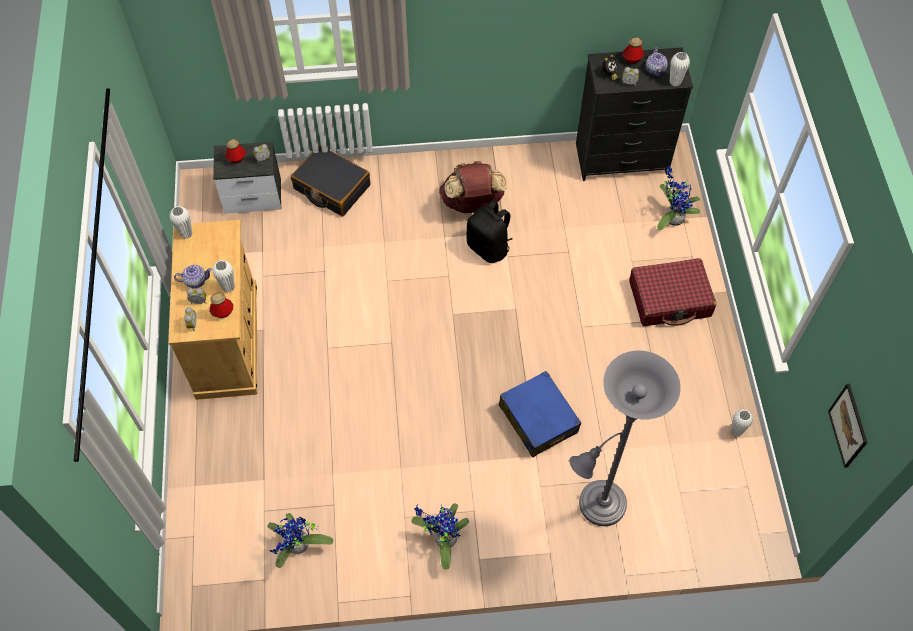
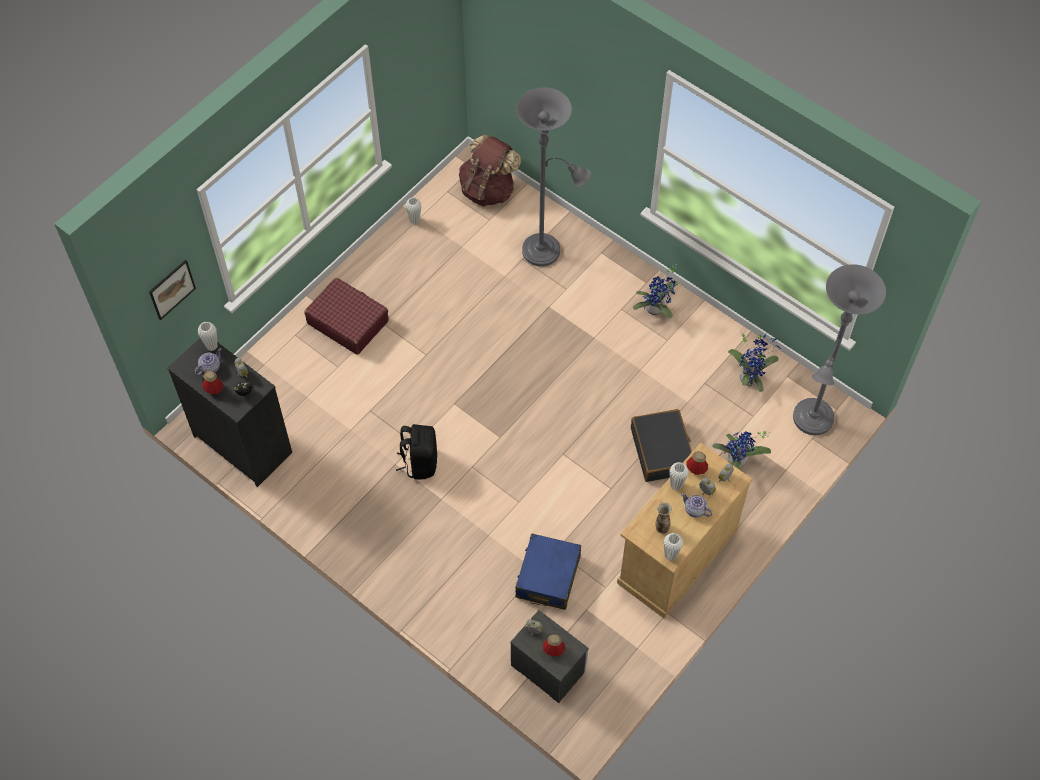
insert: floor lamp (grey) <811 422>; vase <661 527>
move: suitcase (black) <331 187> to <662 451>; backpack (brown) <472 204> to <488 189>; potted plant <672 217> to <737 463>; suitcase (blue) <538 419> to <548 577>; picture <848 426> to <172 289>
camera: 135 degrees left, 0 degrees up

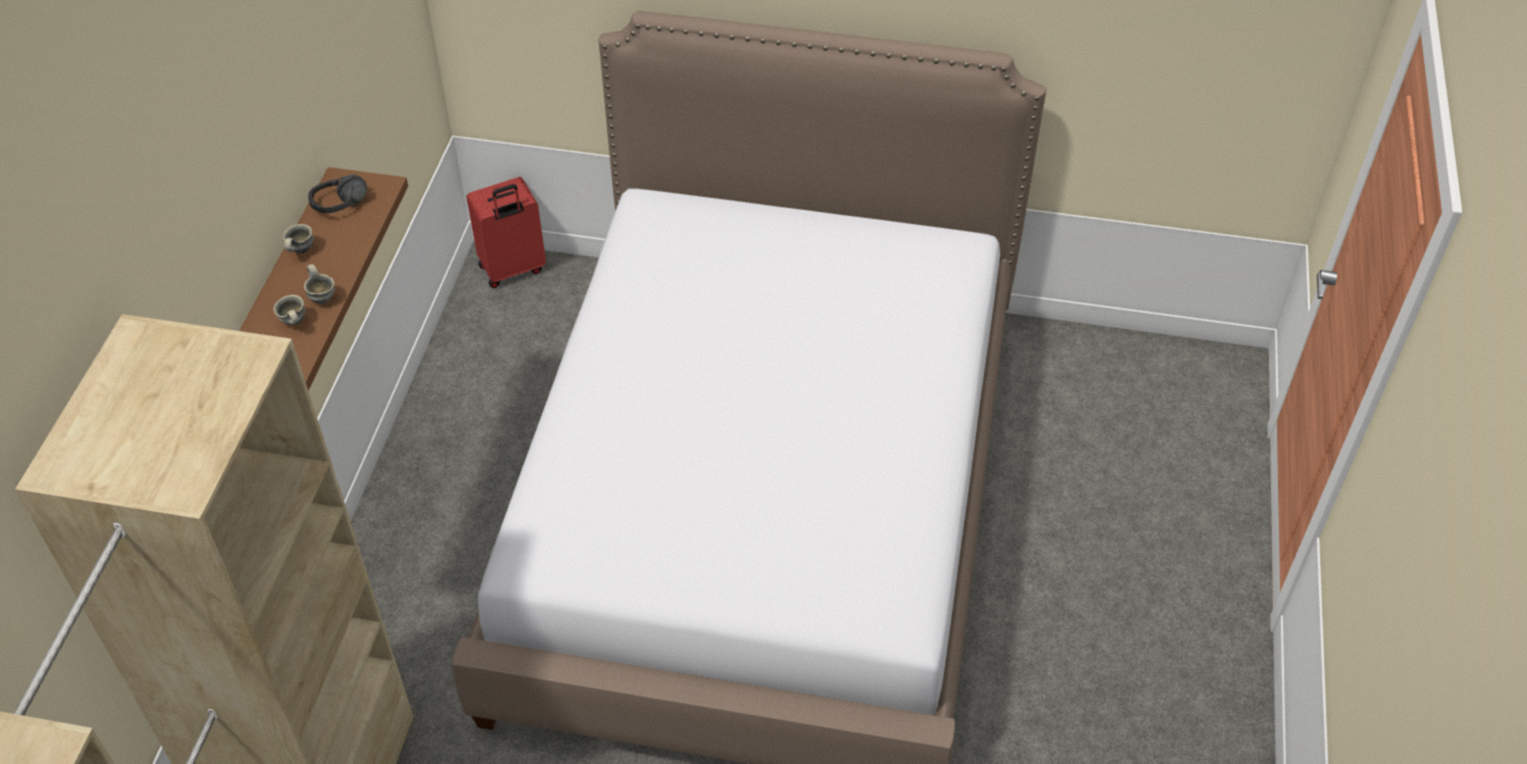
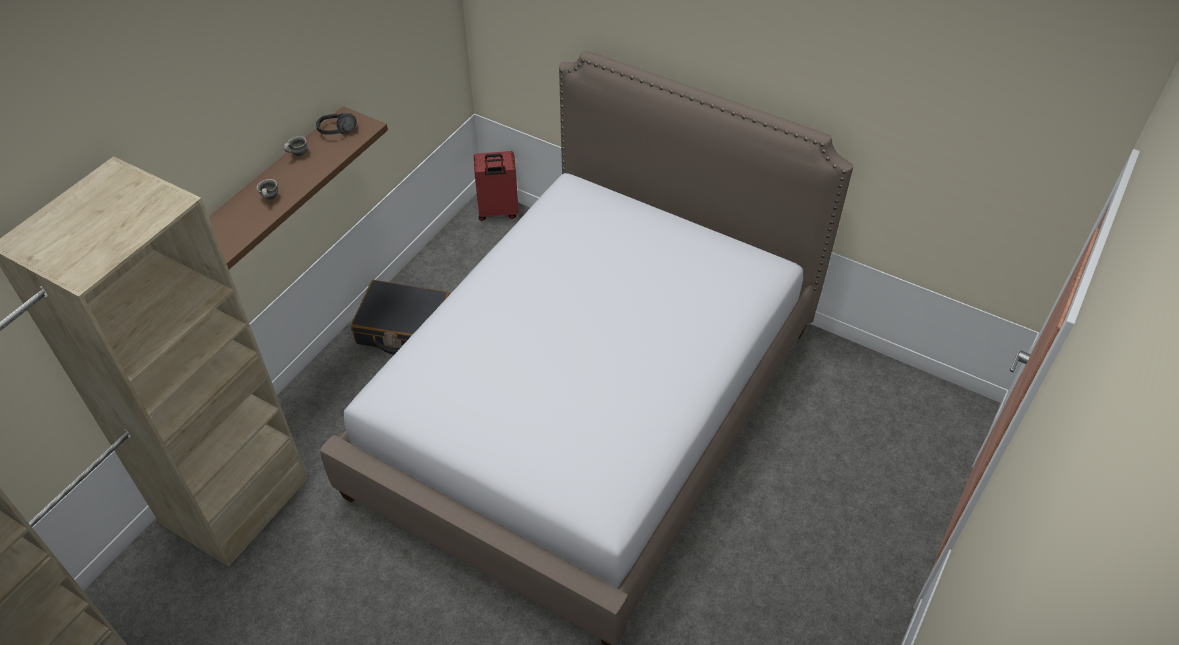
delete: mug (grey) <323 297>
insert: suitcase (black) <404 328>
camera: 20 degrees right, 0 degrees up

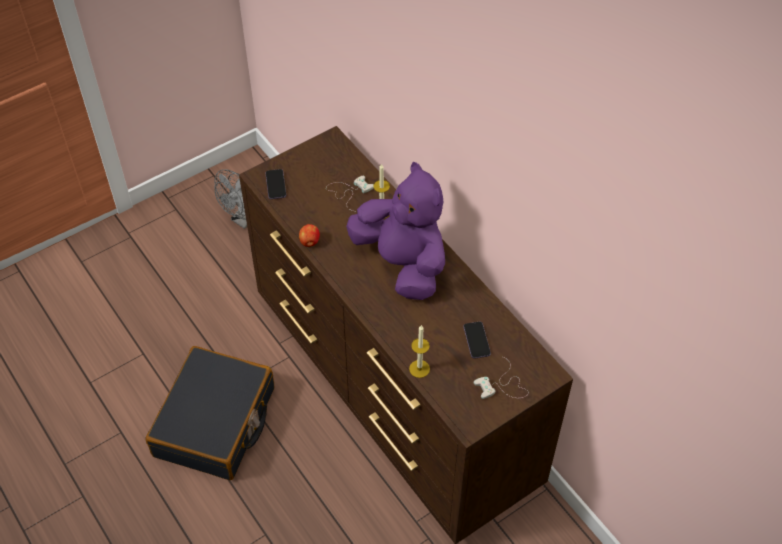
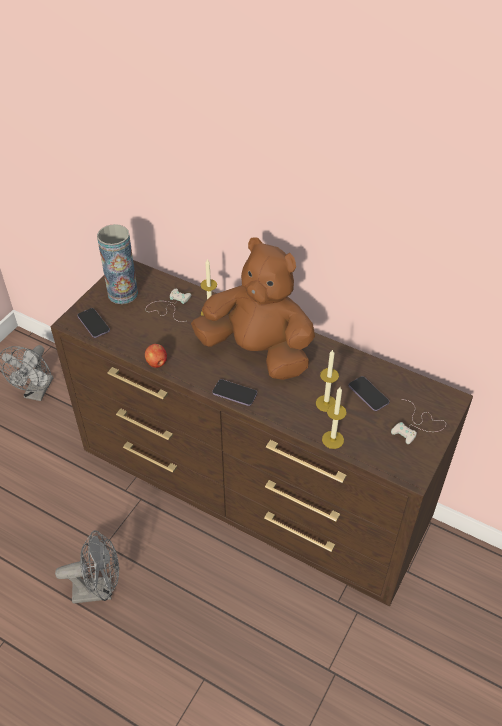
insert: vase <123 293>; candle <326 403>; phone <234 393>
replace: suitcase (black) <215 422> to fan (grey) <99 590>
recolor: plush toy (purple) <402 263> to plush toy (brown) <257 351>
camera: 25 degrees left, 5 degrees down

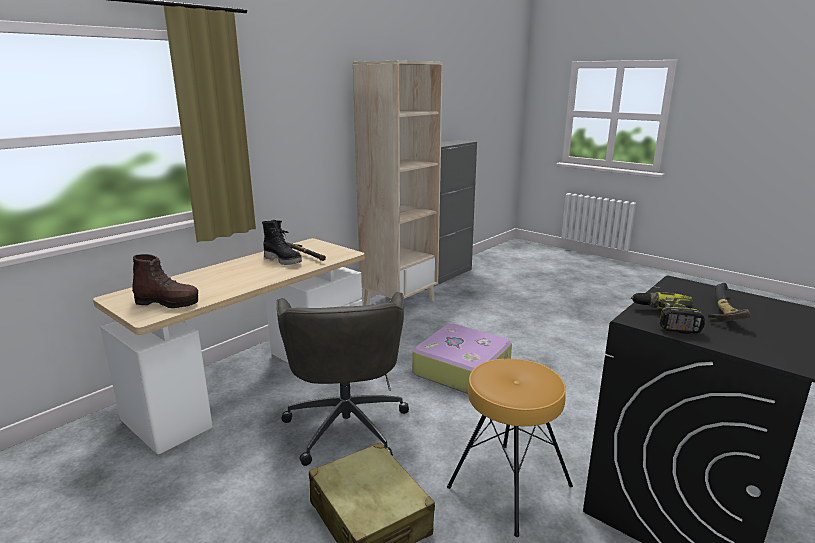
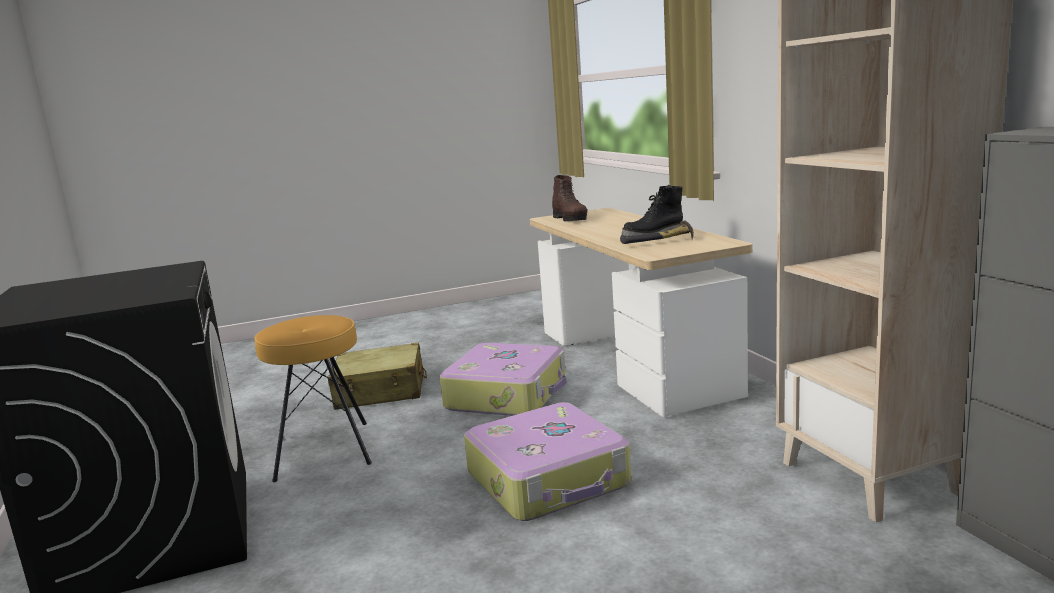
delete: hammer <721 311>; power drill <665 319>
replace: office chair (grey) <346 424> to suitcase <508 395>
rotate: boot (brown) <168 302> = <570 219> 60 degrees counterclockwise
camera: 120 degrees right, 5 degrees down

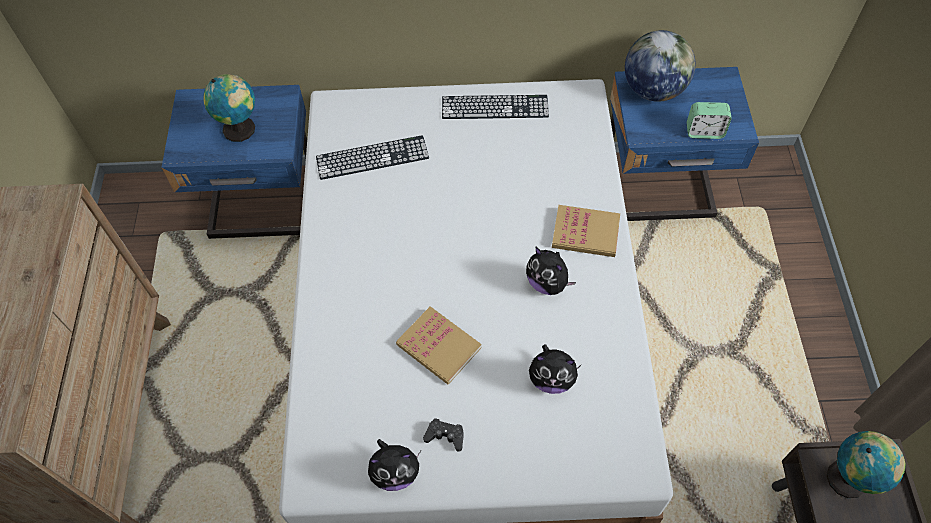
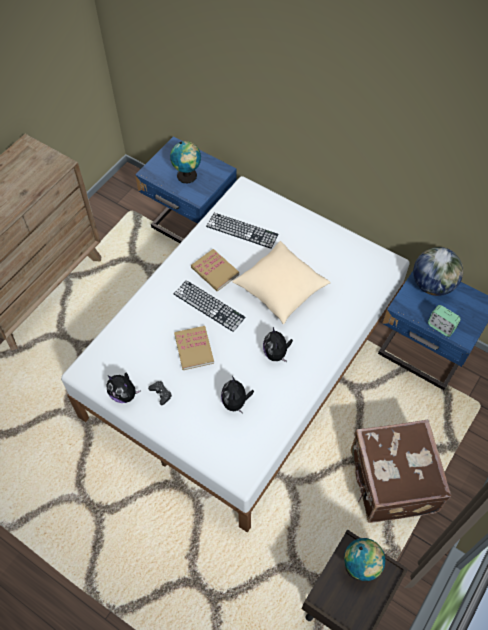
insert: pillow (beige) <280 290>; suitcase (brown) <391 482>
move: keyboard <495 107> to <209 305>; book <585 233> to <215 271>
rotate: plush toy <551 379> = <235 402> 45 degrees clockwise
camera: 35 degrees right, 0 degrees up

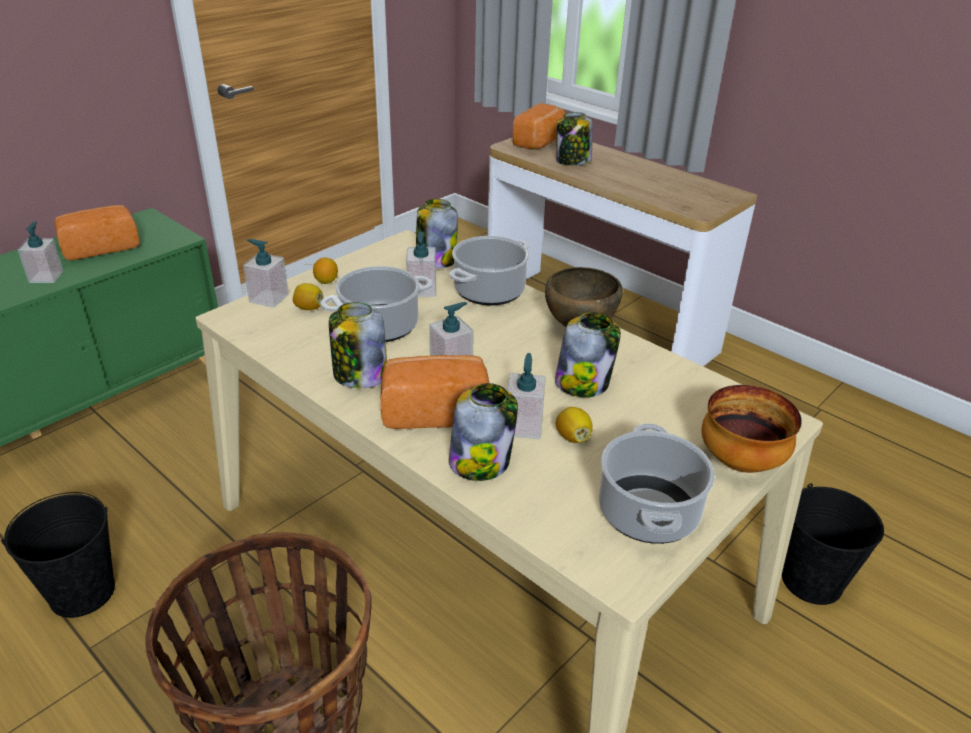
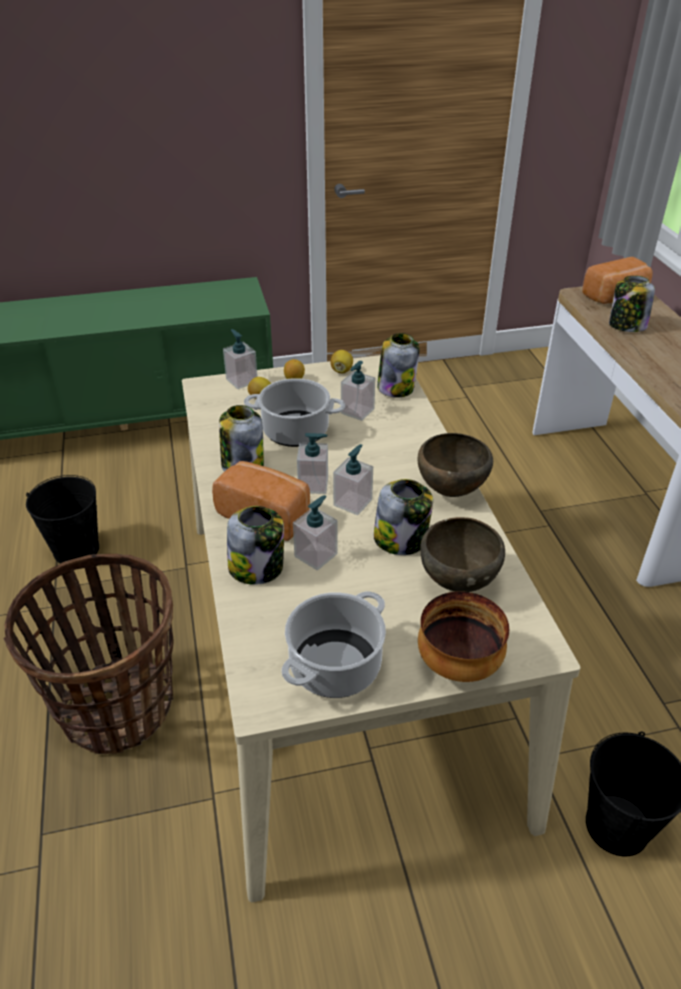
delete: bread <100 247>; cooking pot <489 291>
insert: bowl (brown) <458 582>
move: soap dispenser <46 277> to <353 502>; lemon <573 437> to <341 370>
camera: 35 degrees right, 5 degrees up

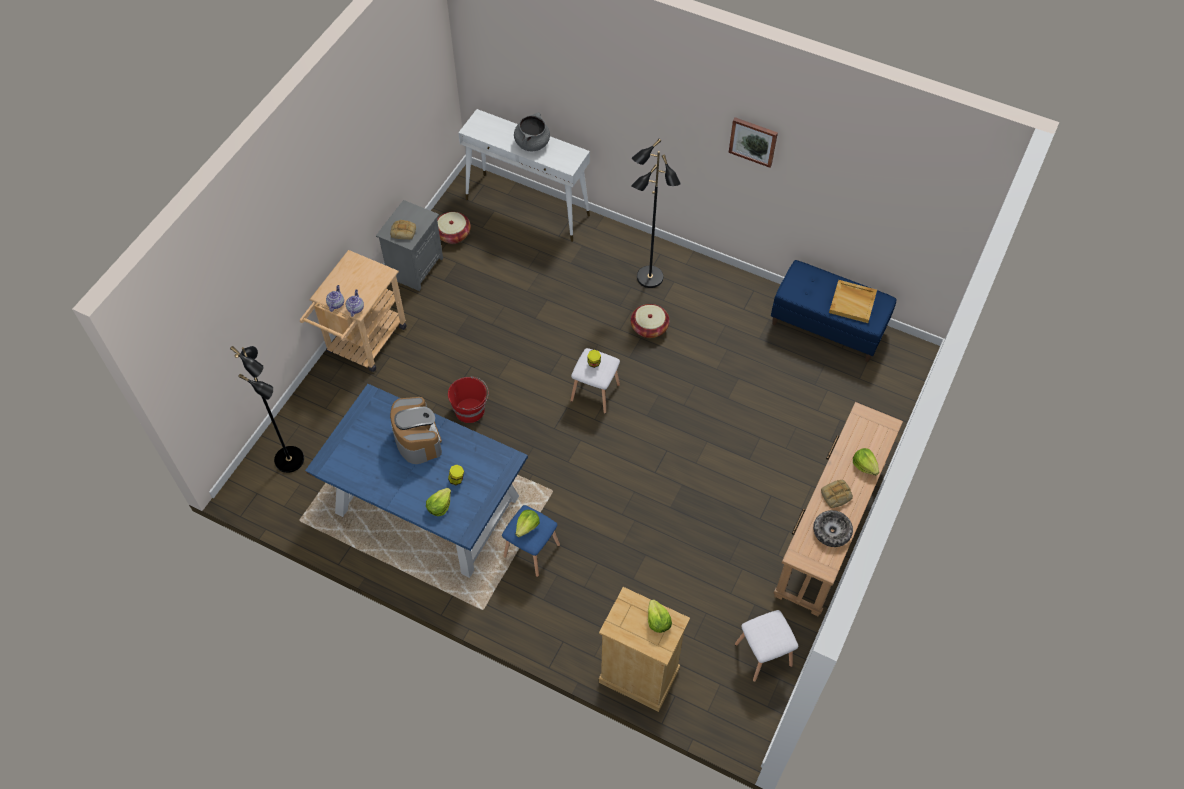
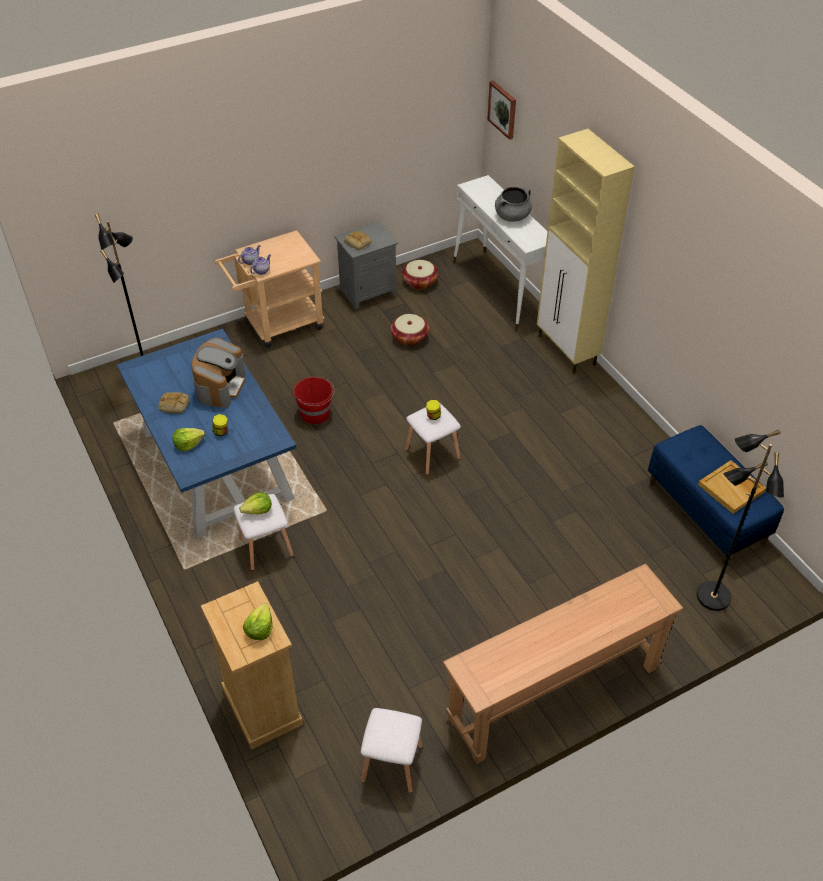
delete: lettuce <864 465>; bowl <831 531>
insert: cabinet (beige) <567 351>
move: picture <753 141> to <503 109>; floor lamp (black) <649 278> to <712 597>; basket <649 327> to <409 337>; bread <836 495> to <173 405>
recolor: stool (blue) <531 551> to stool (white) <265 548>
camera: 35 degrees right, 10 degrees down

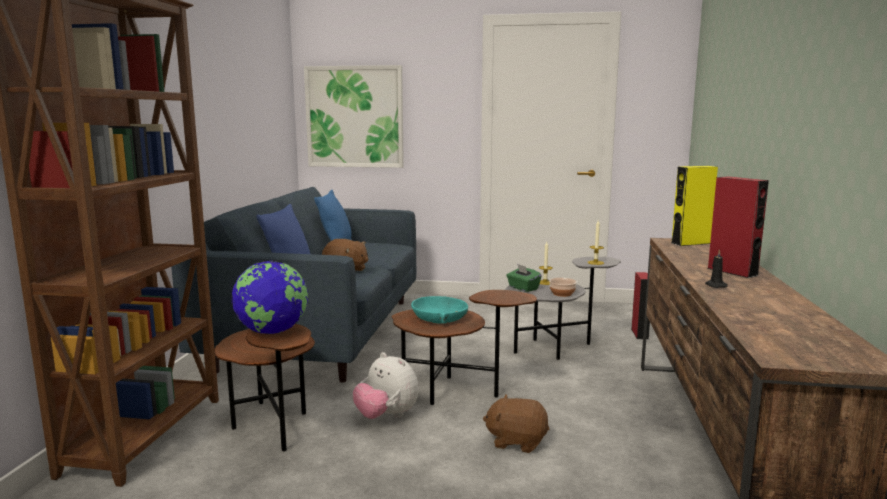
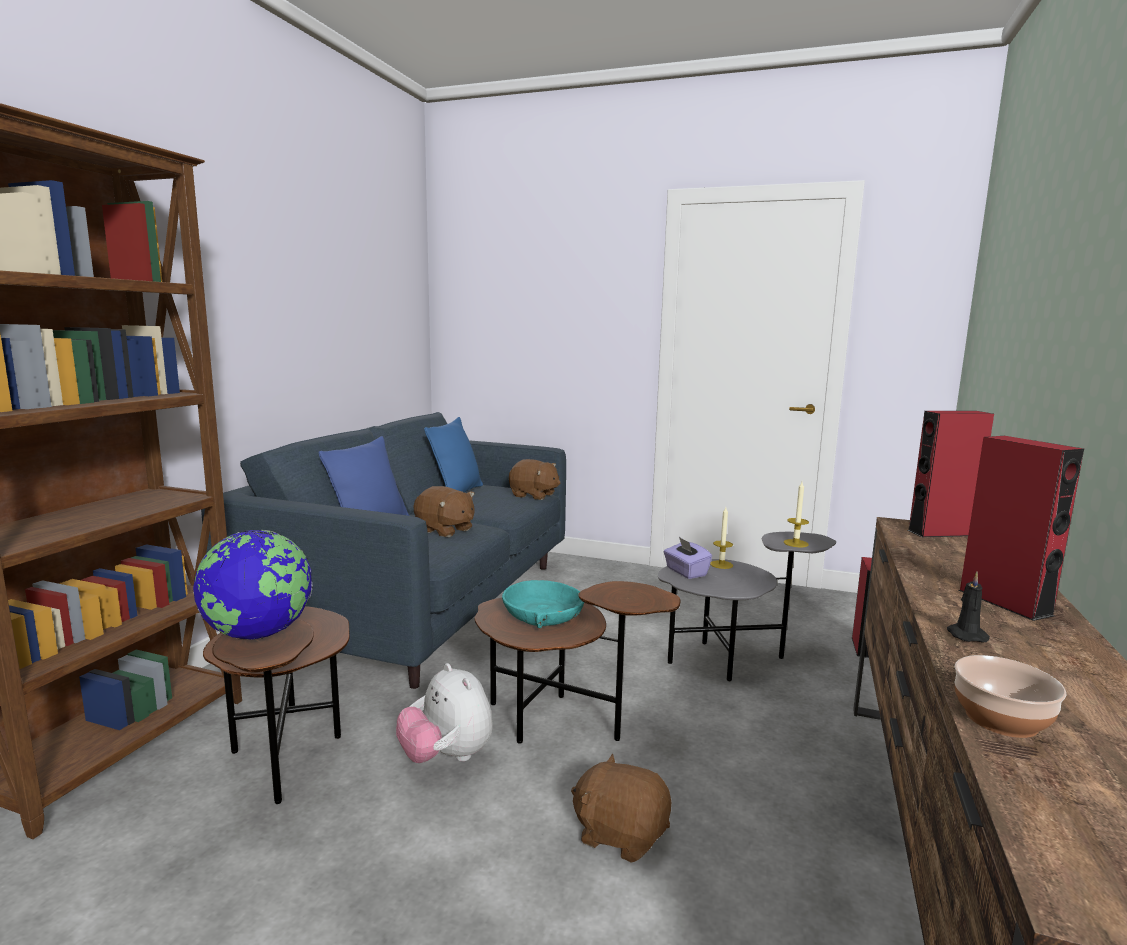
delete: picture <354 117>
insert: plush toy (brown) <534 495>
move: bowl <562 294> to <1000 719>
recolor: speaker (yellow) <690 243> to speaker (red) <941 533>; tissue box (green) <523 288> to tissue box (purple) <685 572>
camera: 10 degrees right, 0 degrees up

